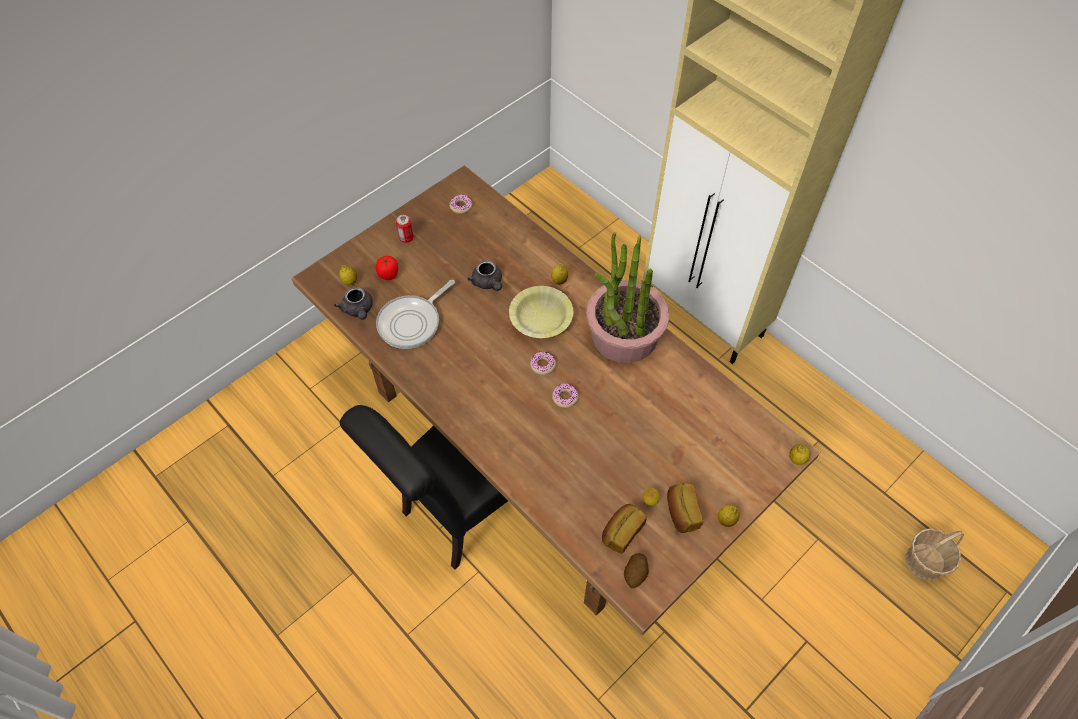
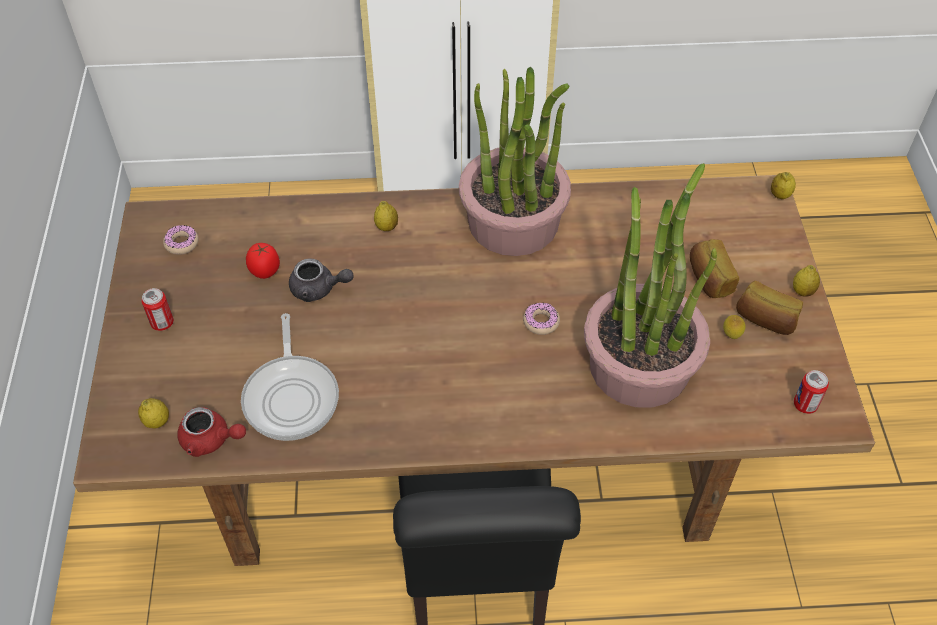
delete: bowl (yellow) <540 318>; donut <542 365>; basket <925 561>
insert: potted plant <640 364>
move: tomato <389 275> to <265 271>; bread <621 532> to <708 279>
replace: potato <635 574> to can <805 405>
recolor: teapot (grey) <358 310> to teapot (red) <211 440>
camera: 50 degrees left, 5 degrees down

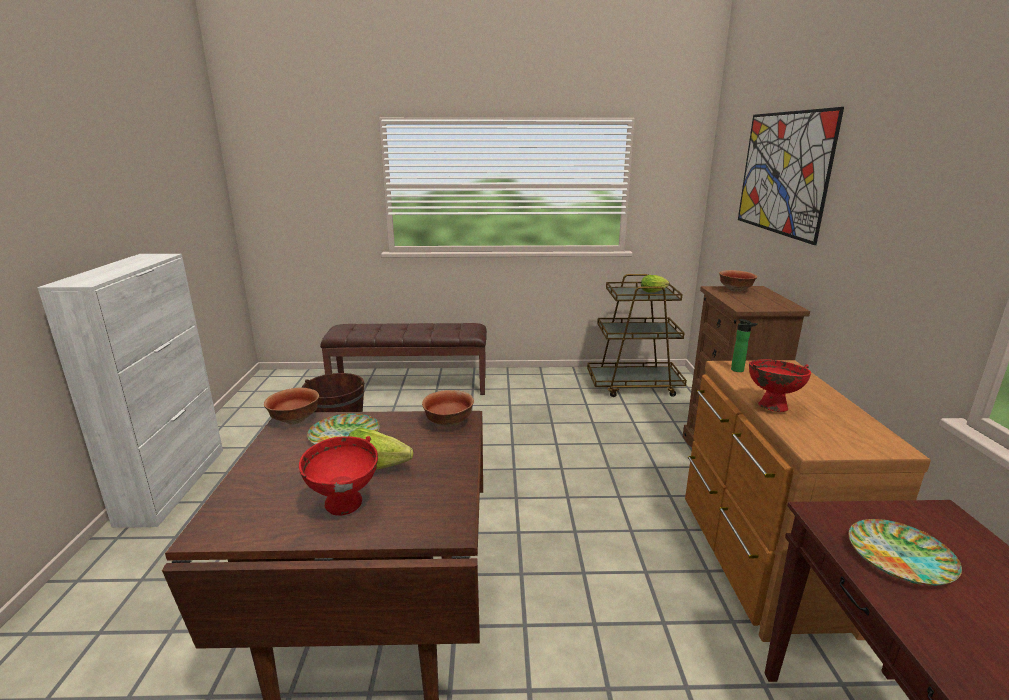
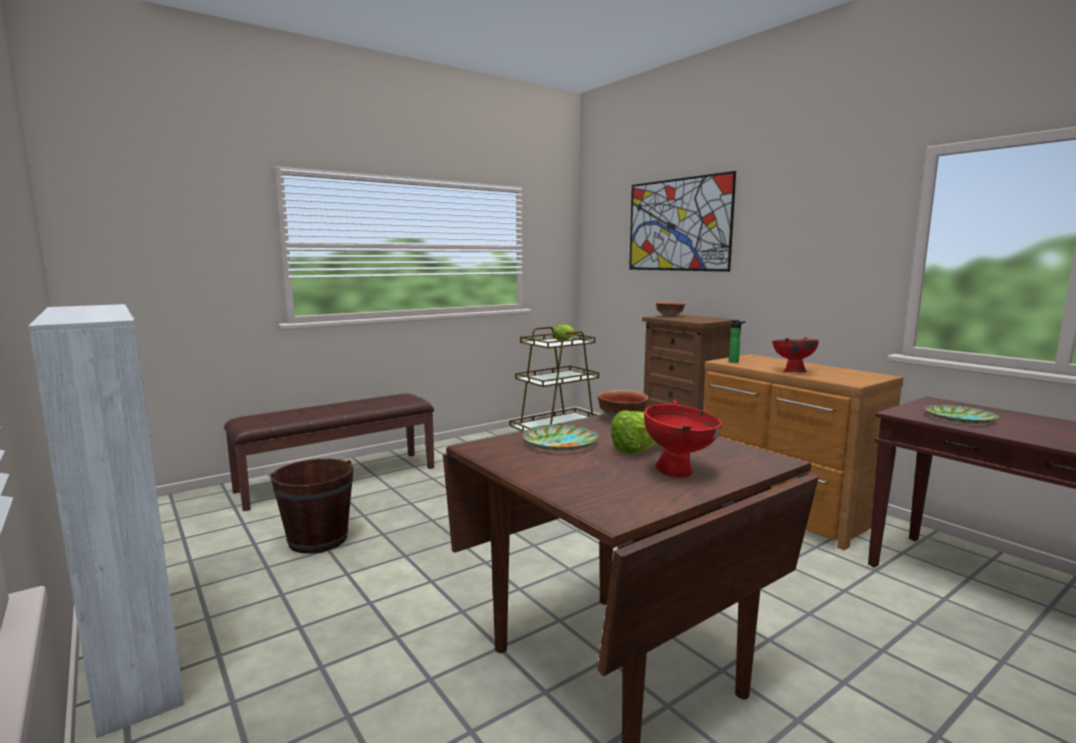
delete: bowl <294 420>
camera: 35 degrees left, 10 degrees down

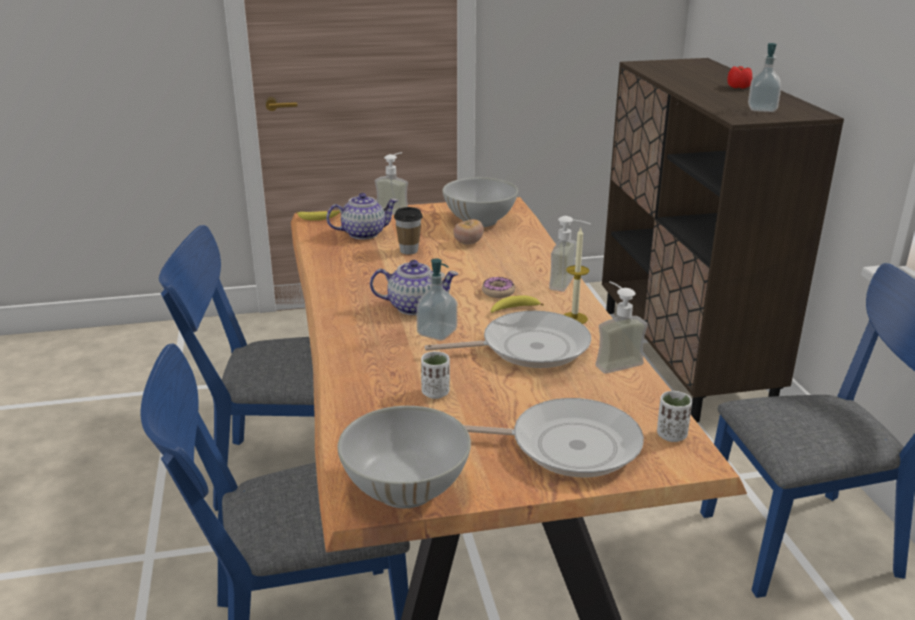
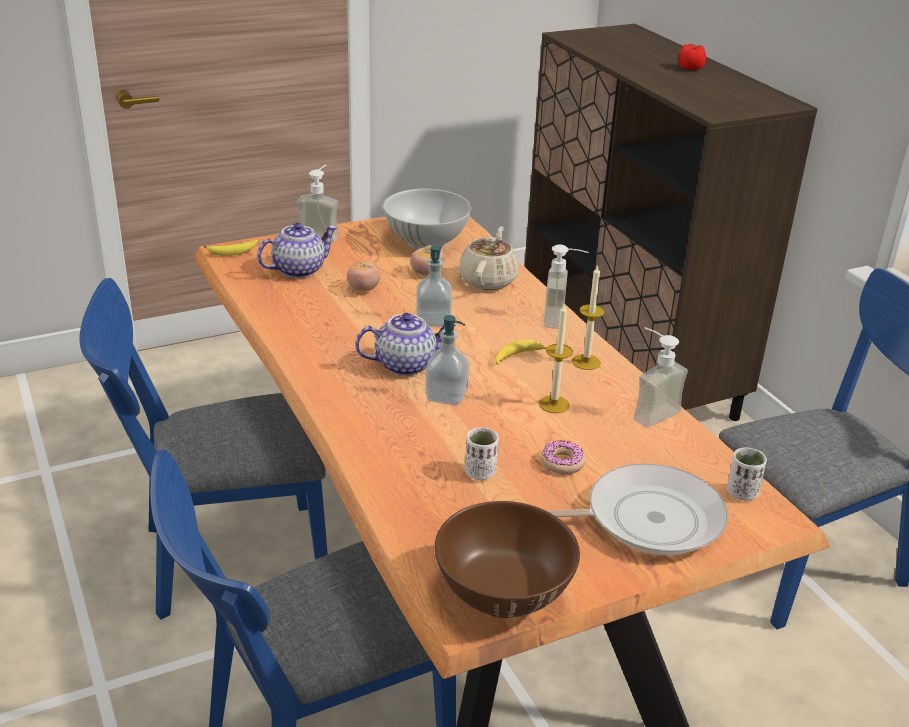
insert: teapot (beige) <488 280>
move: soap dispenser <762 109> to <433 320>; donut <498 292> to <562 463>
replace: cup <409 251> to tomato <363 289>; frying pan <528 348> to candle <554 404>
recolor: bowl (white) <406 488> to bowl (brown) <503 594>
camera: 15 degrees left, 5 degrees up

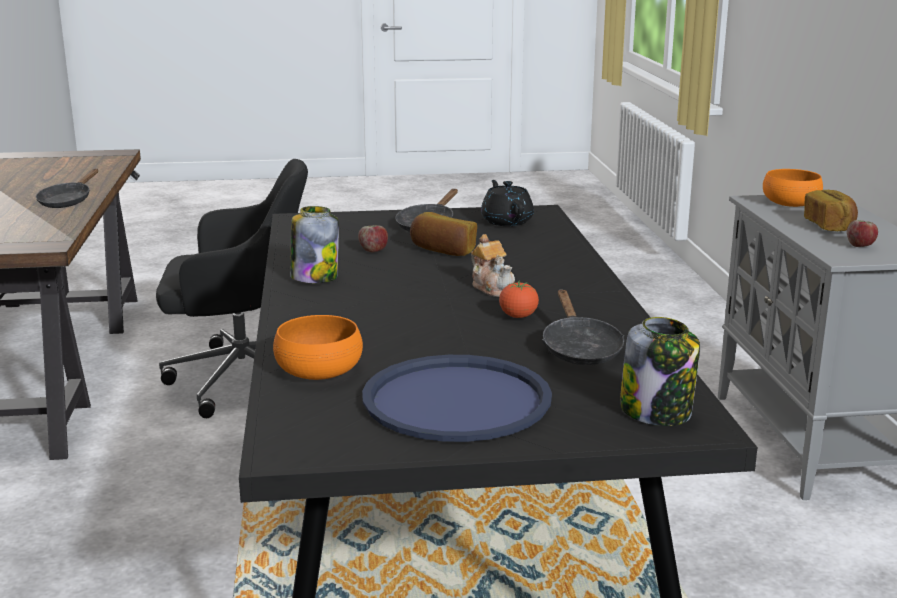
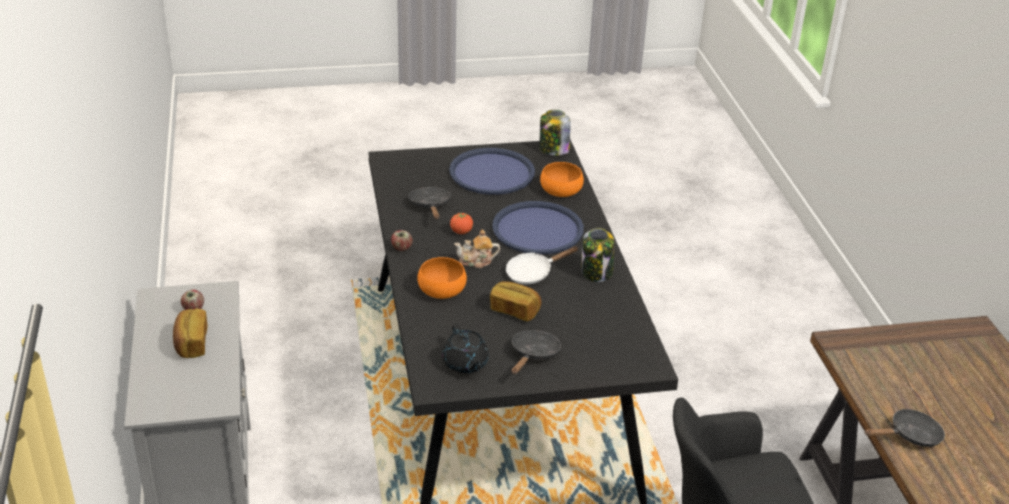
insert: tray (blue) <537 229>; frying pan (white) <533 273>
move: bowl (orange) <790 203> to <442 289>; apple <374 250> to <401 248>; jar <657 412> to <553 150>
rotate: frying pan (black) <67 201> = <910 436> 60 degrees clockwise; teapot <493 288> = <476 261> 60 degrees counterclockwise
camera: 175 degrees right, 15 degrees up

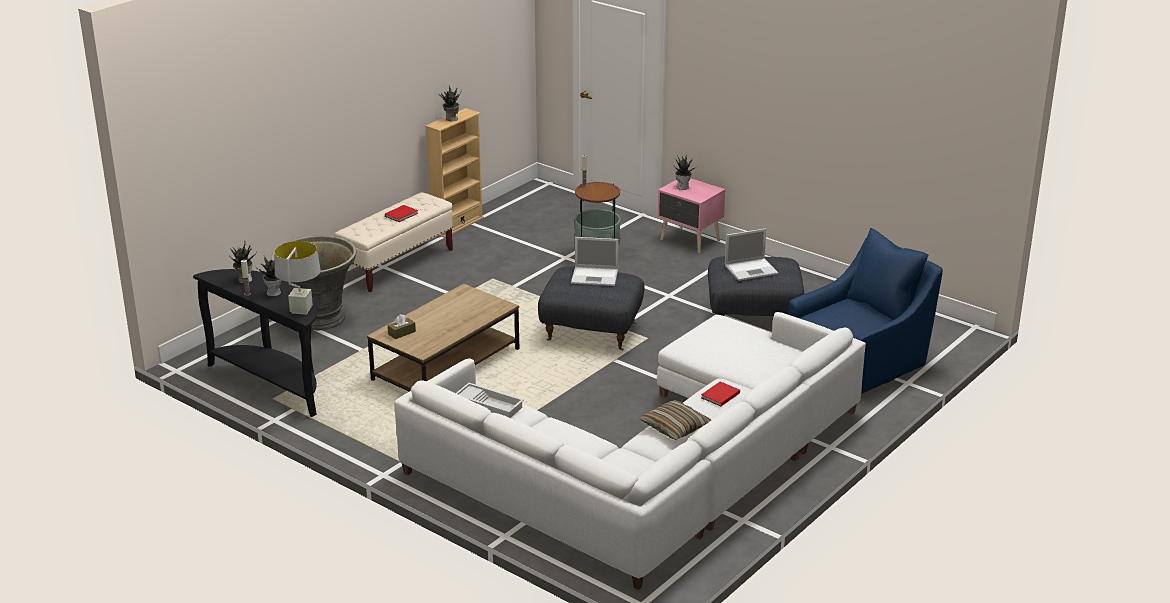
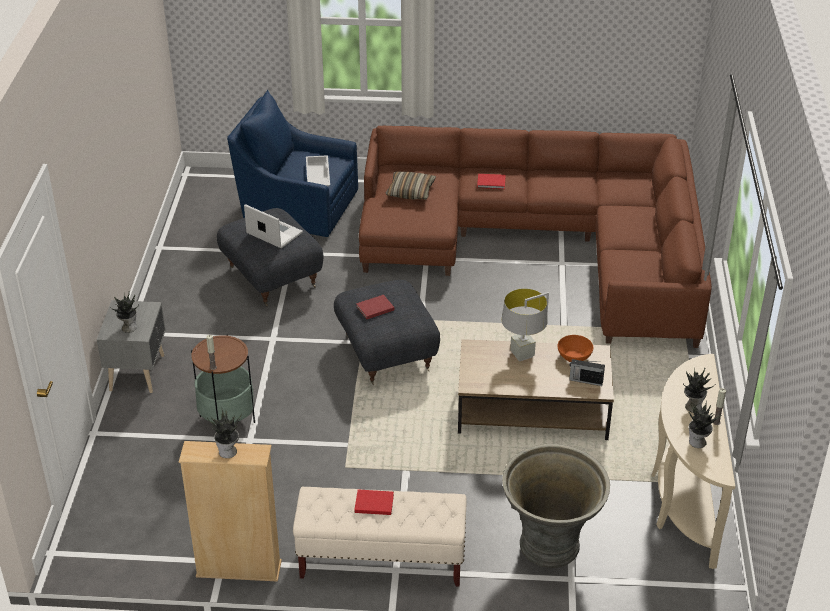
insert: bowl (orange) <574 356>
move: table lamp (grey) <301 310> to <522 354>; tray (white) <490 404> to <317 176>; pillow <675 427> to <410 191>
replace: laptop <595 276> to book (red) <374 308>; tissue box (brown) <402 333> to radio <585 380>
recolor: nightstand (pink) <690 241> to nightstand (grey) <139 372>; console table (black) <275 382> to console table (beige) <682 501>; sofa (white) <653 466> to sofa (brown) <545 242>
camera: 125 degrees left, 10 degrees up

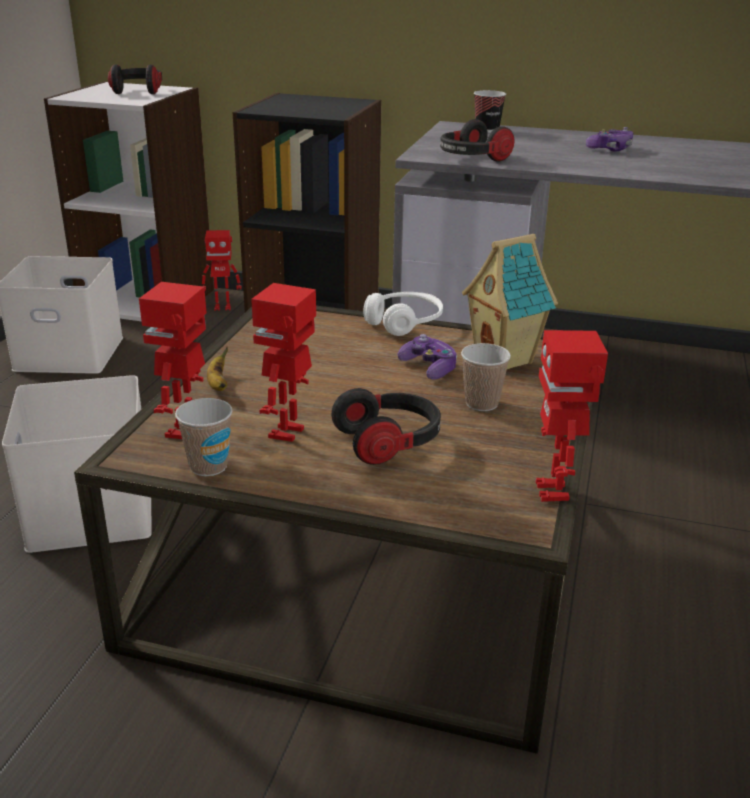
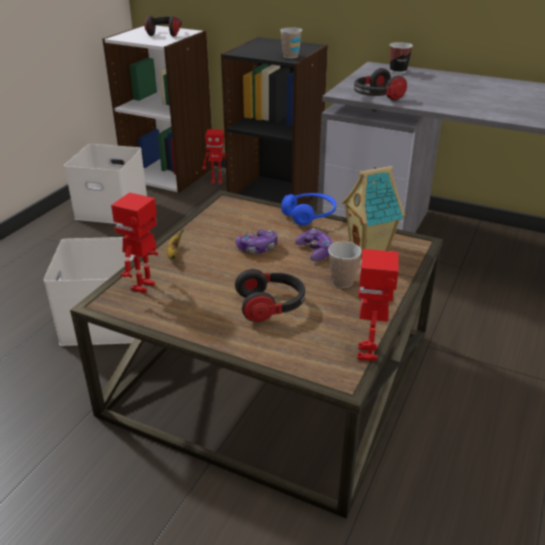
delete: toy robot <288 433>
move: game controller <610 149> to <257 248>; cup <208 466> to <290 56>
recolor: headphones (white) <404 323> to headphones (blue) <309 215>
camera: 10 degrees right, 5 degrees up

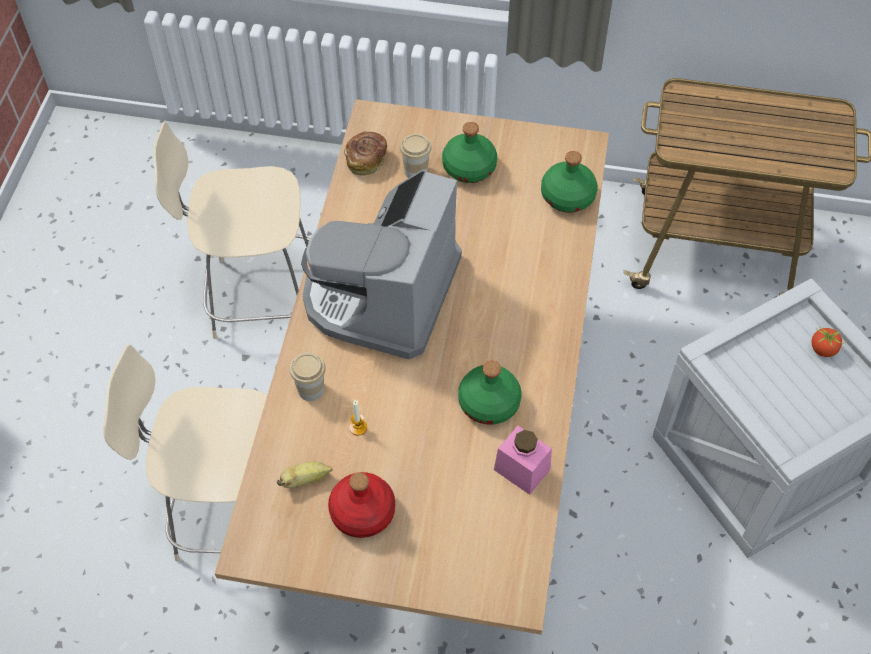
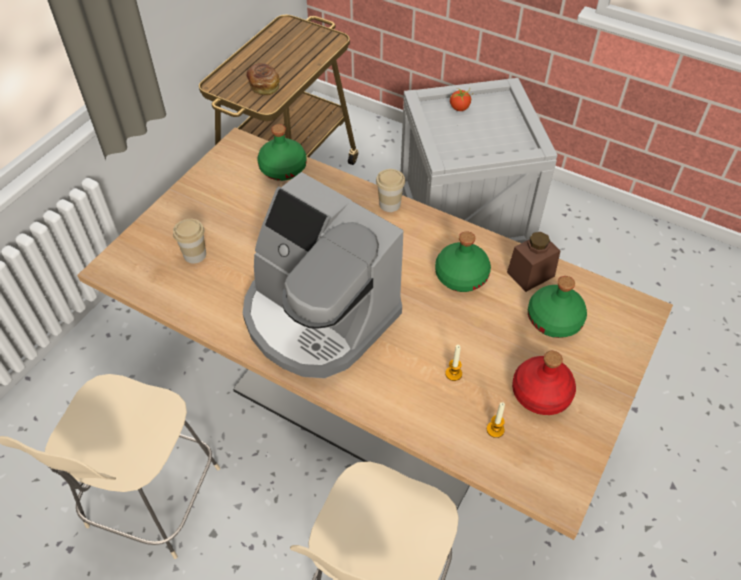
move: bottle (green) <469 168> to <554 319>; bread <366 160> to <264 86>; cup <311 389> to <389 204>
replace: banana <305 479> to candle <495 429>
recolor: jar (pink) <522 469> to jar (brown) <530 274>
camera: 70 degrees left, 5 degrees down

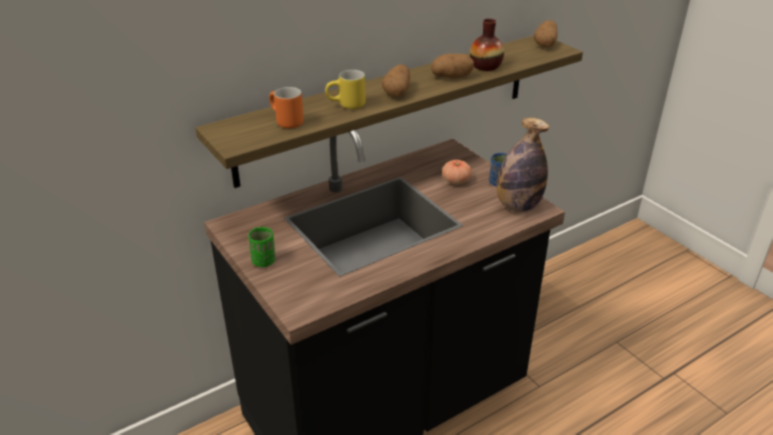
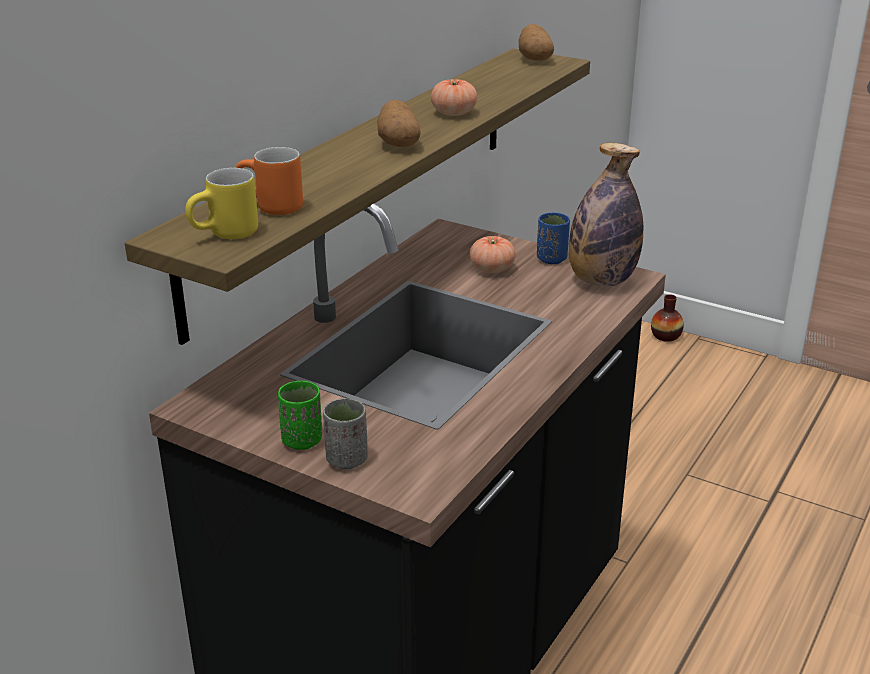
insert: cup (grey) <347 460>
move: vase <485 66> to <665 336>; mug (yellow) <346 106> to <226 236>
replace: potato <451 77> to tomato <454 113>
camera: 25 degrees left, 5 degrees down

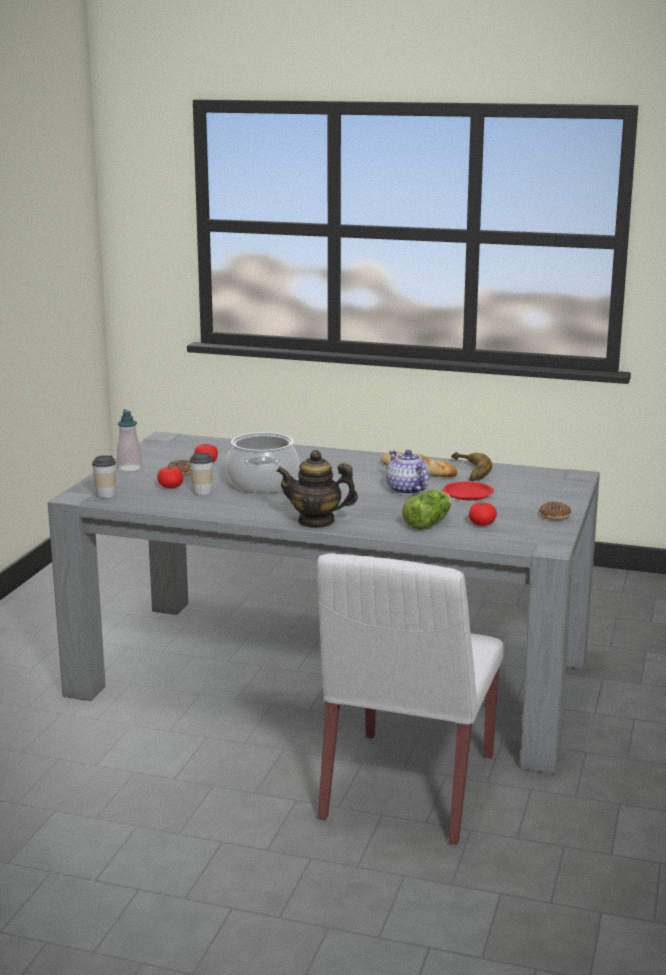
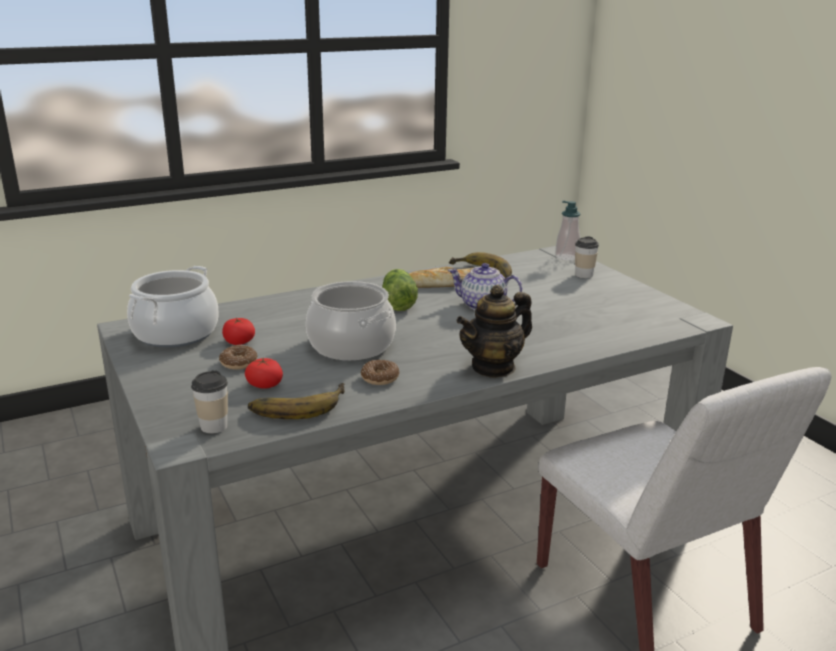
delete: plate (red) <468 494>; tomato <482 524>
insert: cooking pot <176 333>; banana <297 405>
move: soap dispenser <129 468> to <567 257>; cup <202 491> to <583 275>; lettuce <429 523> to <398 302>; donut <554 516> to <380 378>
camera: 45 degrees left, 5 degrees up

